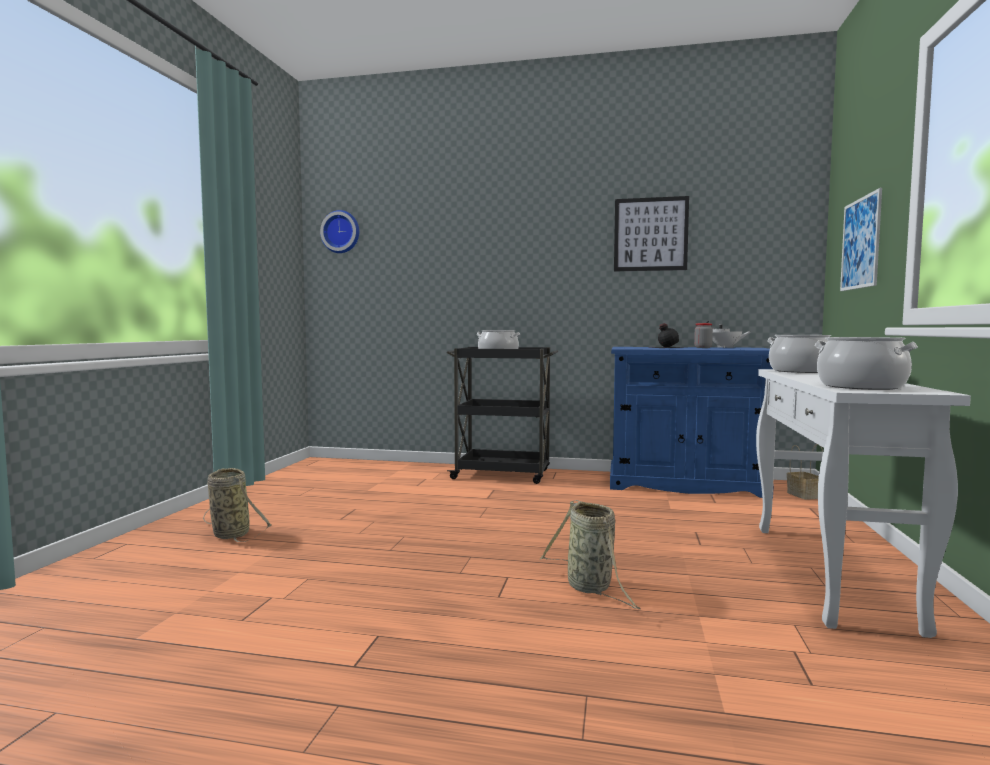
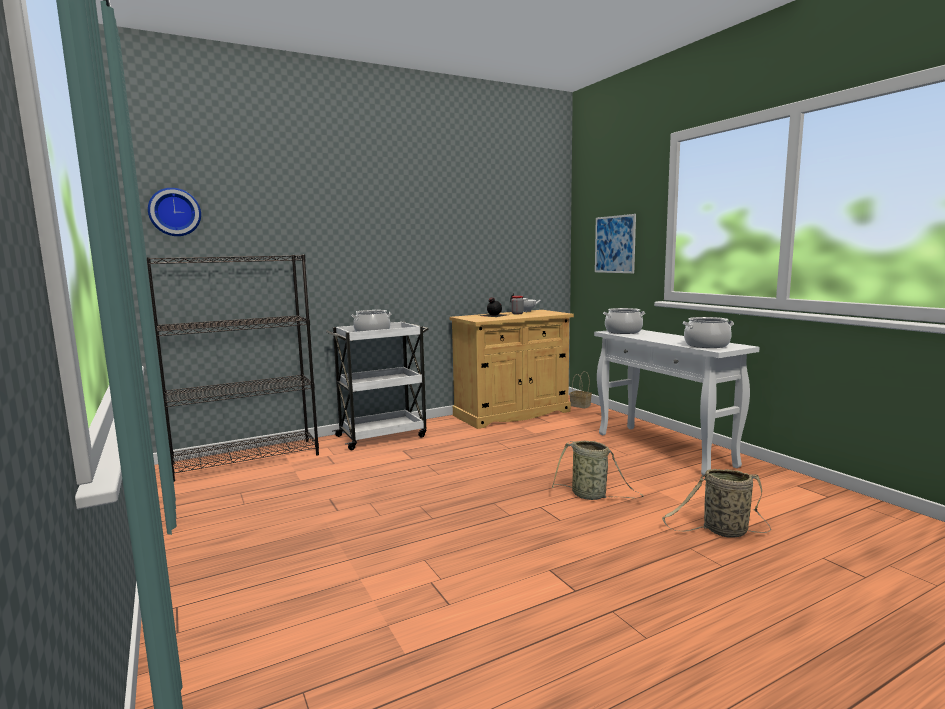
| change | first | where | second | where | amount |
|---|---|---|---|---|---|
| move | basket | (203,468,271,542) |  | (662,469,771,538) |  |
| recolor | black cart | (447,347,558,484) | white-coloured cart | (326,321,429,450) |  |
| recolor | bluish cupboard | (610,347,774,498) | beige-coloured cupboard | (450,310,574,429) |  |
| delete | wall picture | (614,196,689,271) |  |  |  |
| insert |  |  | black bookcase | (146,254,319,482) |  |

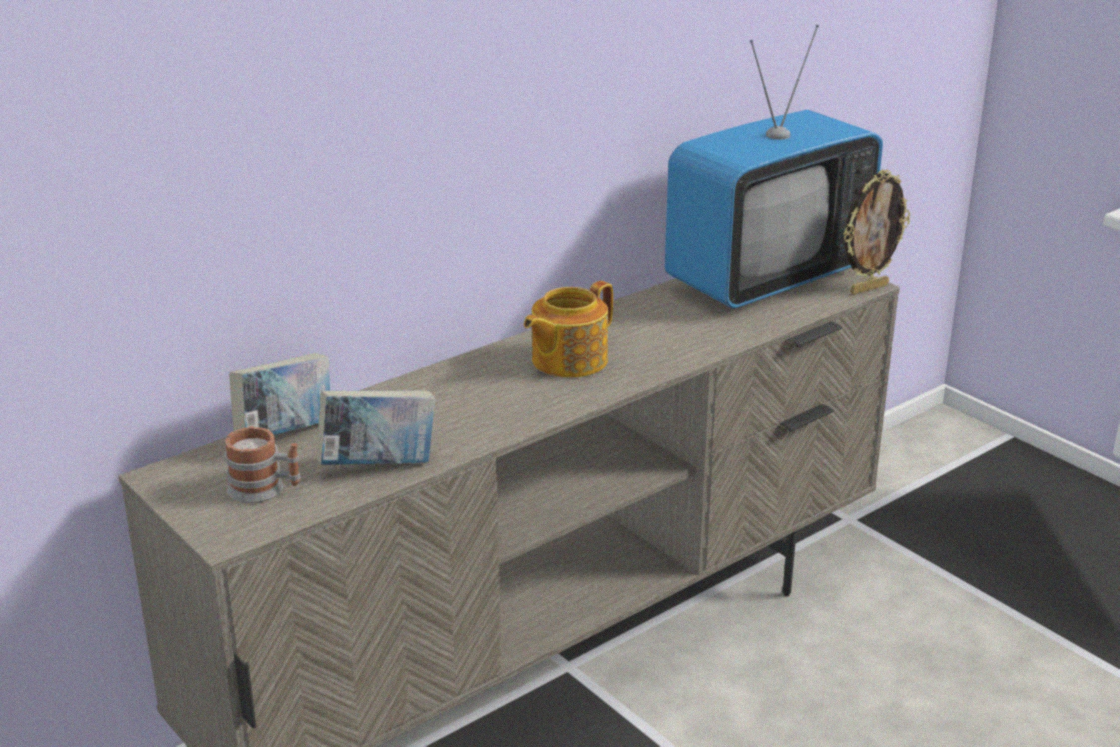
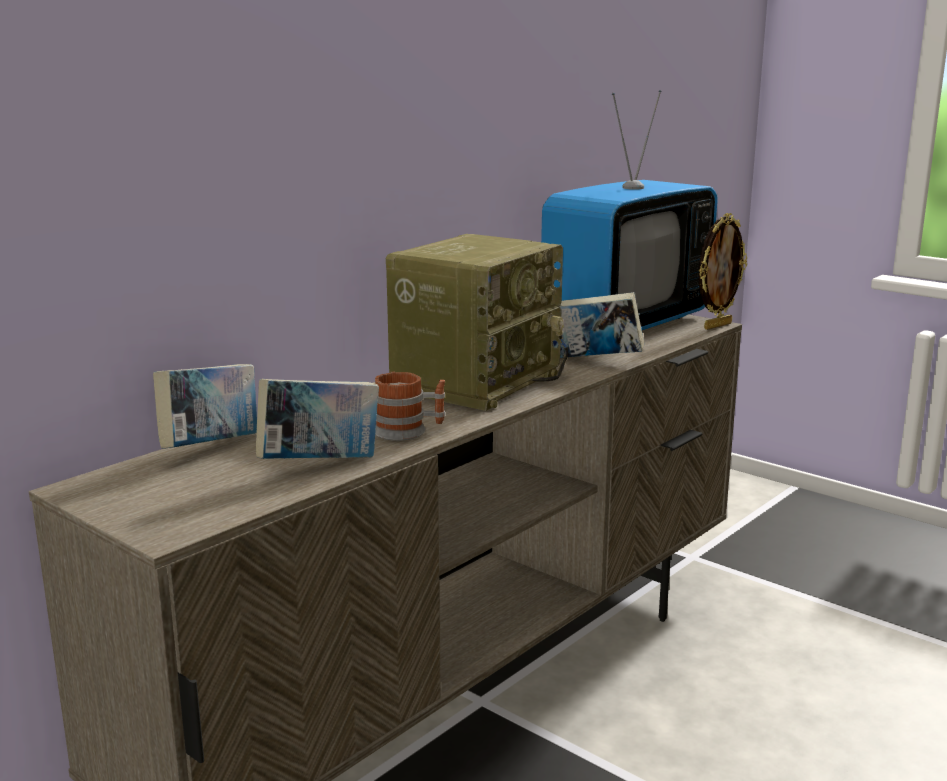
| change | first | where | second | where | amount |
|---|---|---|---|---|---|
| move | mug | (225,426,301,503) |  | (375,371,445,441) |  |
| replace | tea pot | (524,281,613,378) | radio | (386,234,568,411) |  |
| insert |  |  | book | (553,292,644,358) |  |

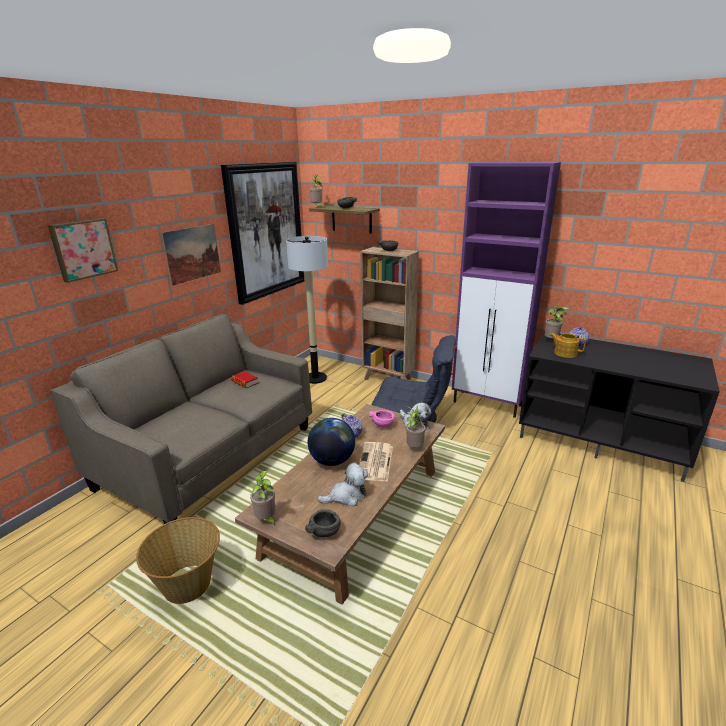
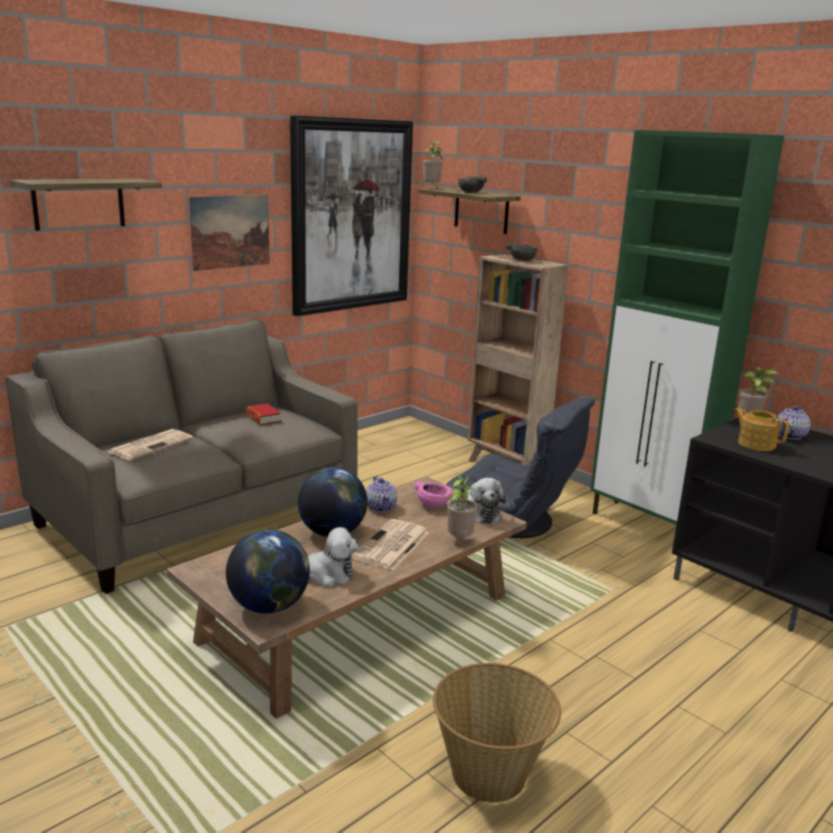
| change | first | where | second | where | amount |
|---|---|---|---|---|---|
| replace | wall picture | (48,218,118,283) | bracket shelf | (10,178,162,231) |  |
| move | basket | (136,517,220,604) |  | (433,663,561,803) |  |
| delete | houseplant | (250,471,275,525) |  |  |  |
| delete | standard lamp | (286,236,328,384) |  |  |  |
| replace | greyish serving bowl | (305,509,341,537) | desk globe | (226,529,310,614) |  |
| recolor | purple cupboard | (452,162,561,418) | green cupboard | (590,130,784,525) |  |
| insert |  |  | daily paper | (107,429,193,461) |  |

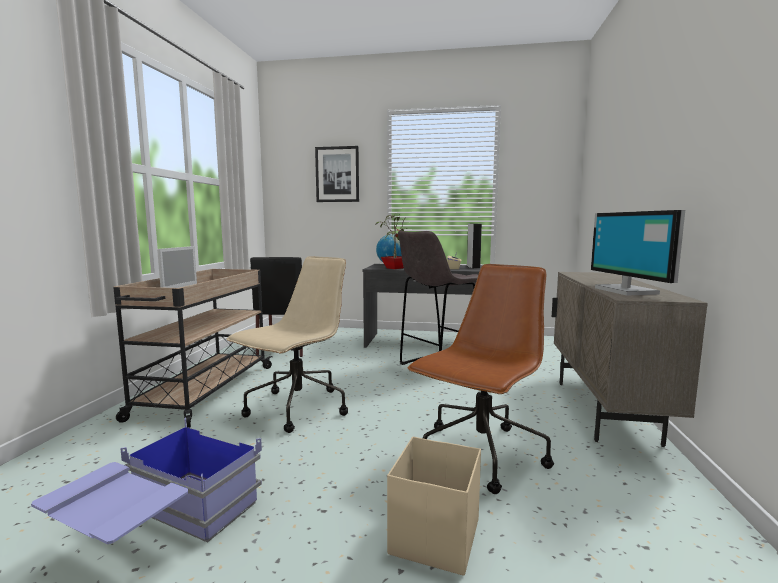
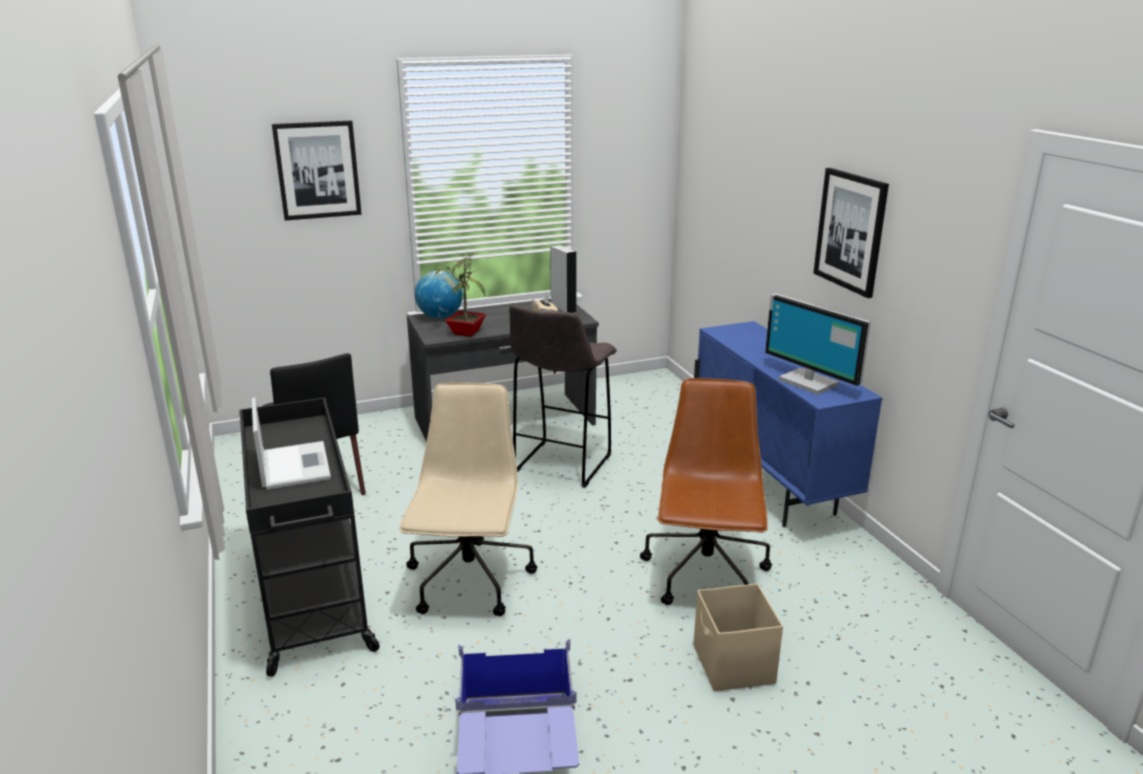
| change | first | where | second | where | amount |
|---|---|---|---|---|---|
| recolor | beige-coloured cart | (113,269,273,428) | black cart | (239,397,380,677) |  |
| recolor | beige-coloured cupboard | (552,272,708,447) | bluish cupboard | (694,321,882,527) |  |
| insert |  |  | wall picture | (814,168,889,298) |  |

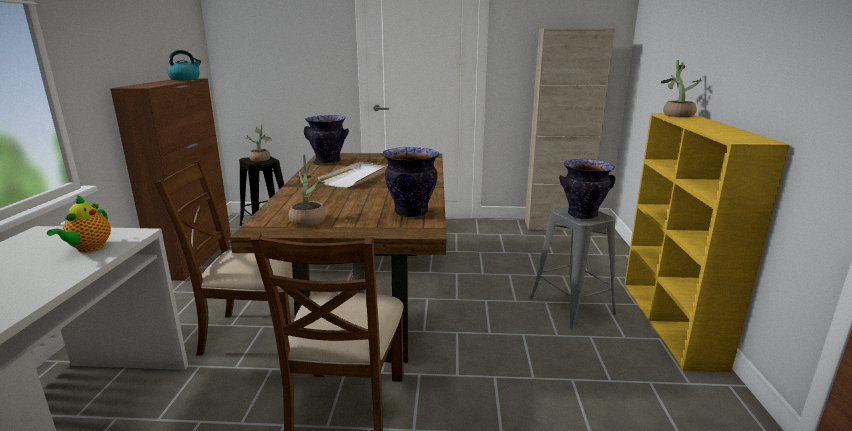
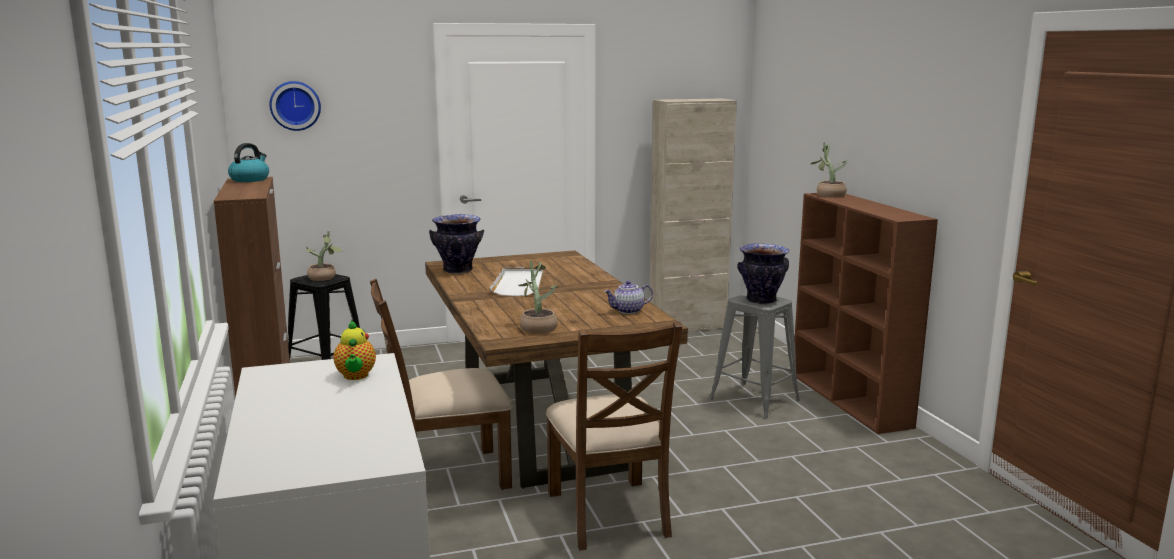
| change | first | where | second | where | amount |
|---|---|---|---|---|---|
| replace | decorative vase | (382,147,439,217) | tea pot | (604,281,653,314) |  |
| recolor | yellow bookcase | (624,113,789,373) | brownish bookcase | (794,193,938,434) |  |
| insert |  |  | clock on the wall | (269,81,321,131) |  |

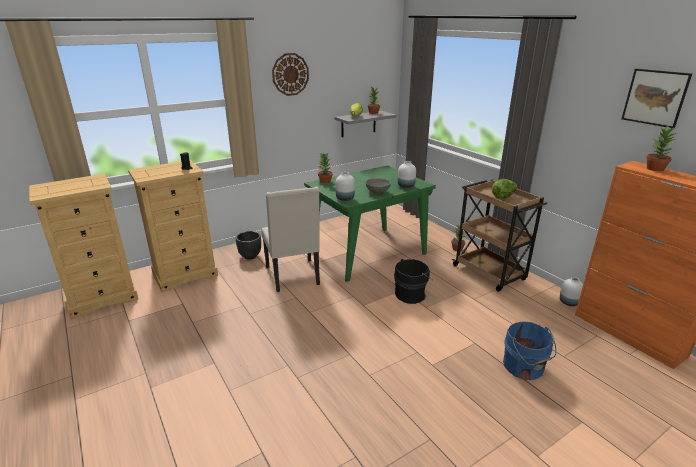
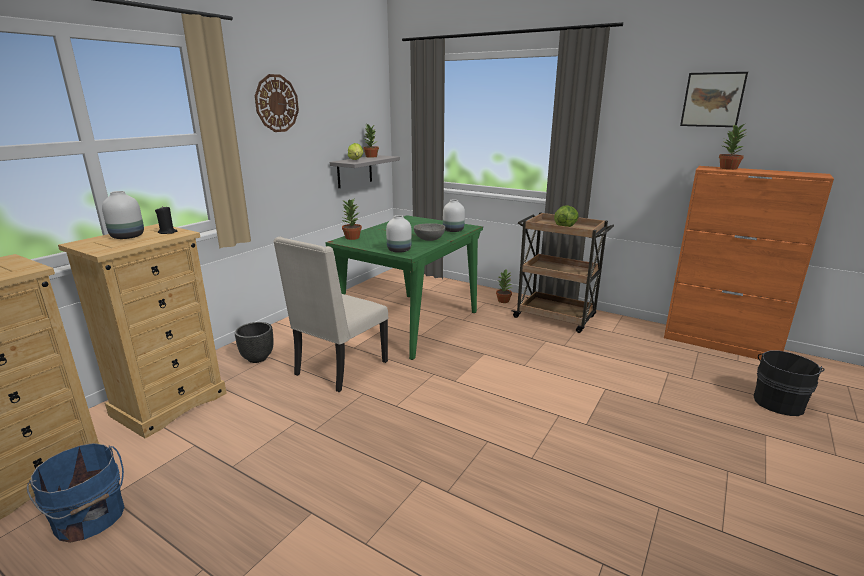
| change | first | where | second | where | amount |
|---|---|---|---|---|---|
| rotate | beige-coloured chair | (261,187,320,292) |  | (273,237,388,392) | 75 degrees clockwise |
| move | black water bucket | (394,259,433,304) |  | (754,350,825,416) |  |
| move | bluish water bucket | (503,321,556,380) |  | (27,443,124,543) |  |
| move | white-coloured decorative vase | (560,277,583,306) |  | (102,191,144,239) |  |

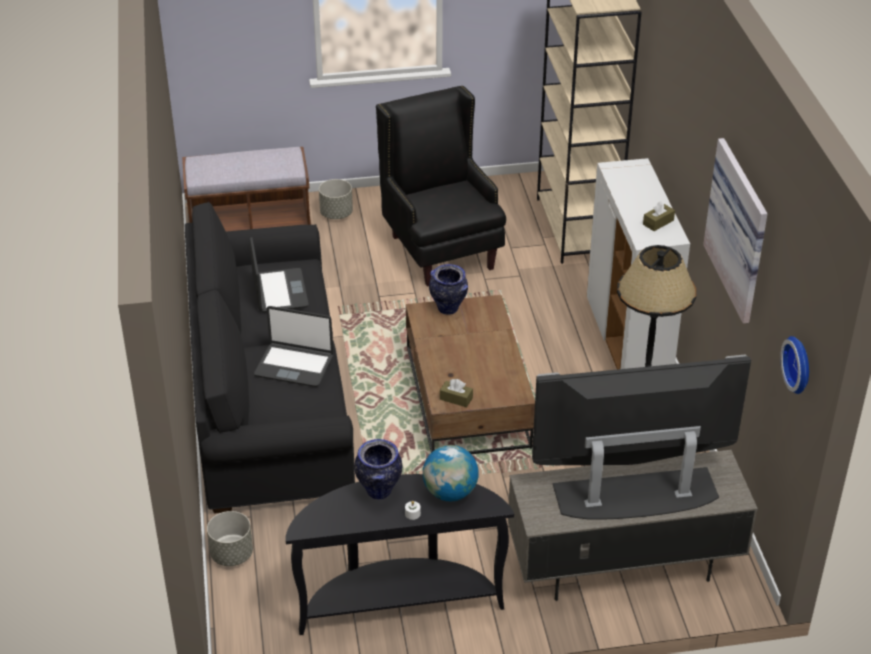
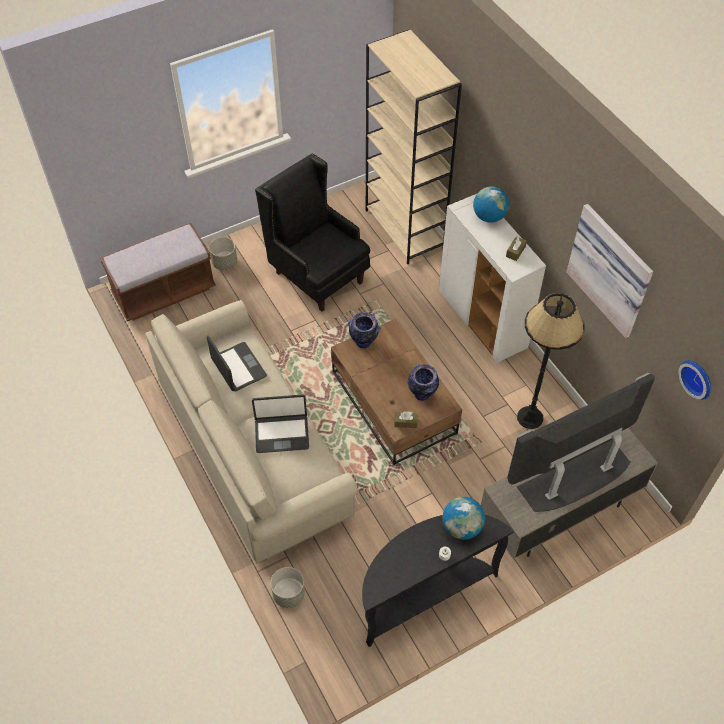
| change | first | where | second | where | amount |
|---|---|---|---|---|---|
| recolor | black sofa | (185,202,355,514) | beige-coloured sofa | (145,300,358,563) |  |
| move | decorative vase | (354,439,402,499) |  | (408,364,439,401) |  |
| insert |  |  | desk globe | (473,187,509,223) |  |

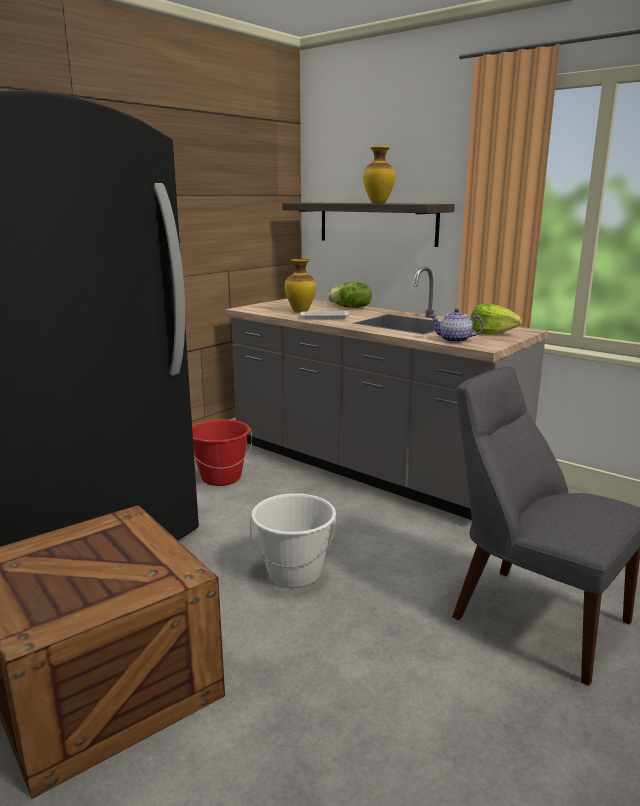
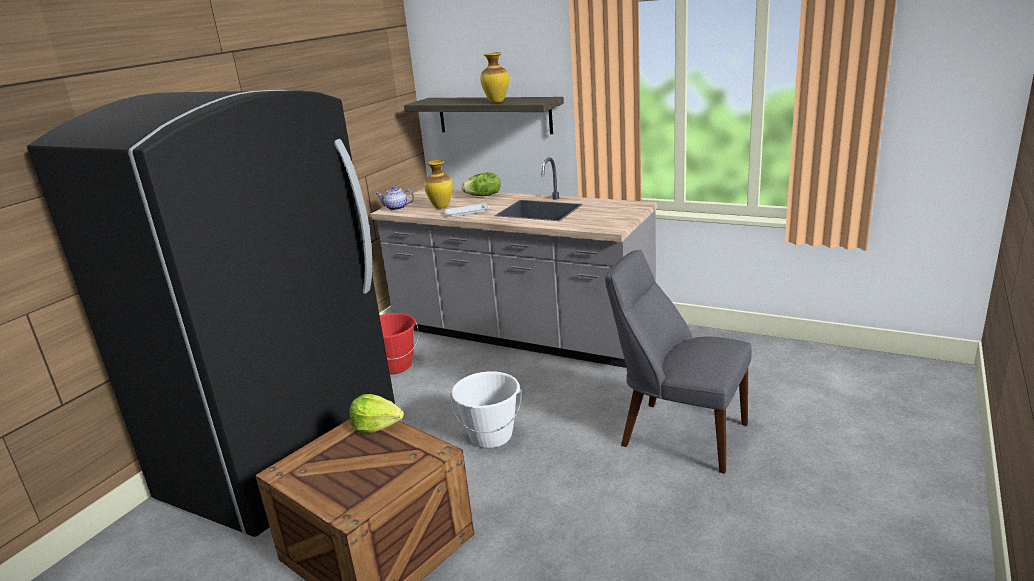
| change | first | where | second | where | amount |
|---|---|---|---|---|---|
| move | tea pot | (430,309,484,343) |  | (376,186,414,211) |  |
| move | head of lettuce | (471,304,522,335) |  | (349,394,404,433) |  |

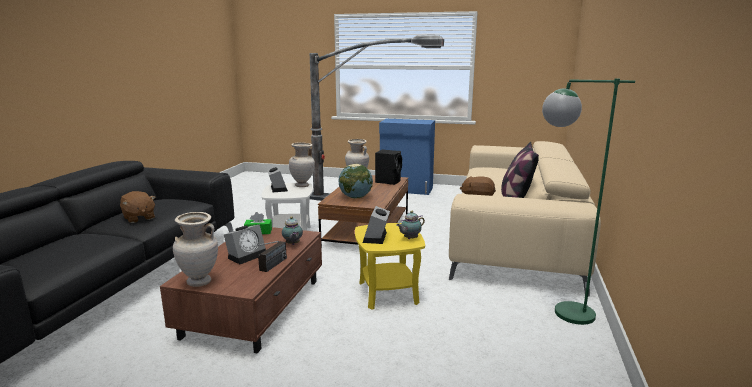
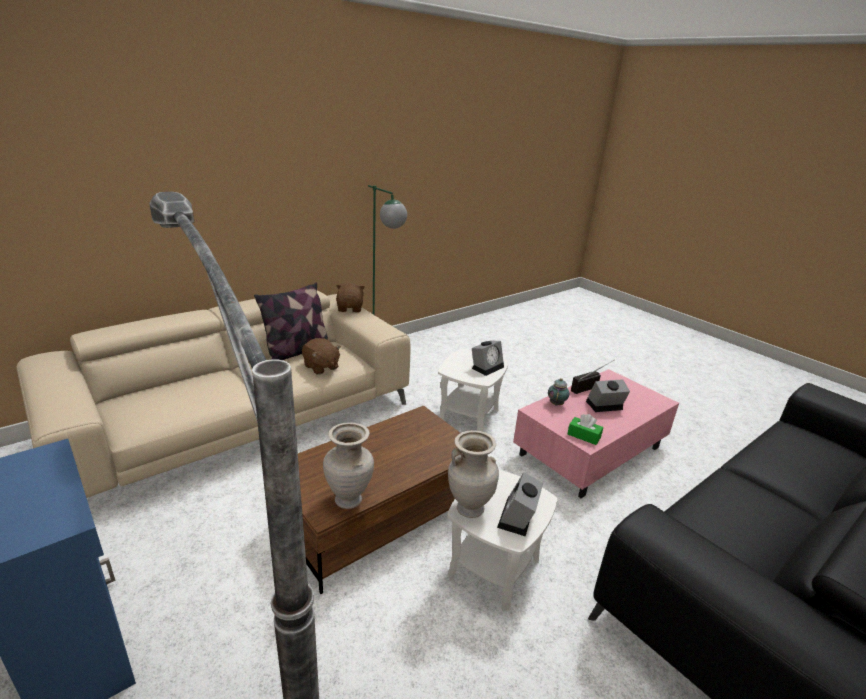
| change | first | where | second | where | amount |
|---|---|---|---|---|---|
| move | brownish soft toy | (120,191,155,223) |  | (336,283,365,312) |  |
| recolor | brownish lounge table | (160,227,322,354) | pink-coloured lounge table | (513,369,679,498) |  |
| delete | beige-coloured decorative vase | (173,212,218,287) |  |  |  |
| delete | desk globe | (339,164,373,199) |  |  |  |
| recolor | yellow accent table | (355,223,425,310) | white-coloured accent table | (438,349,509,432) |  |
| delete | black loudspeaker | (375,150,402,185) |  |  |  |
| delete | tea pot | (396,211,425,239) |  |  |  |

